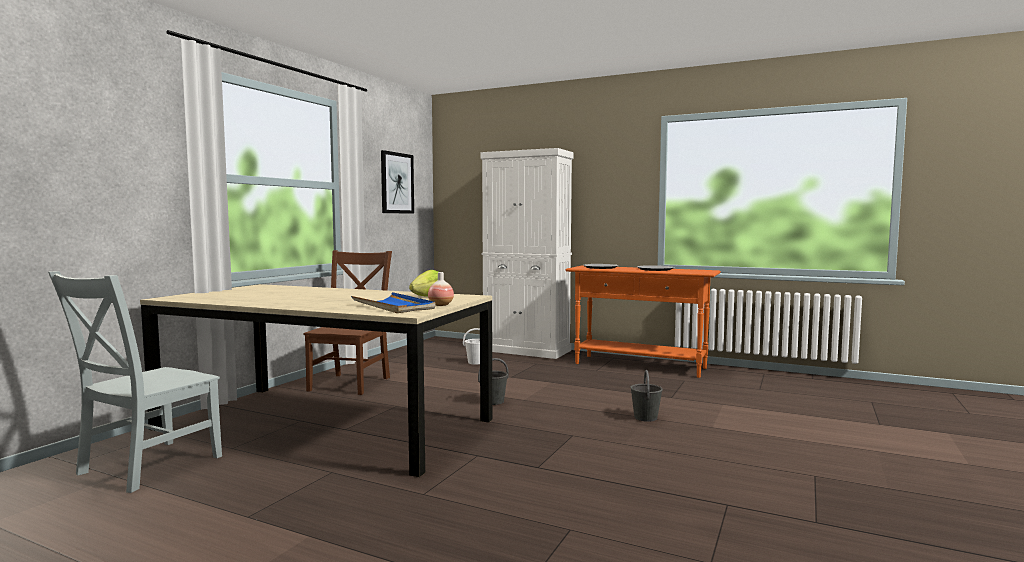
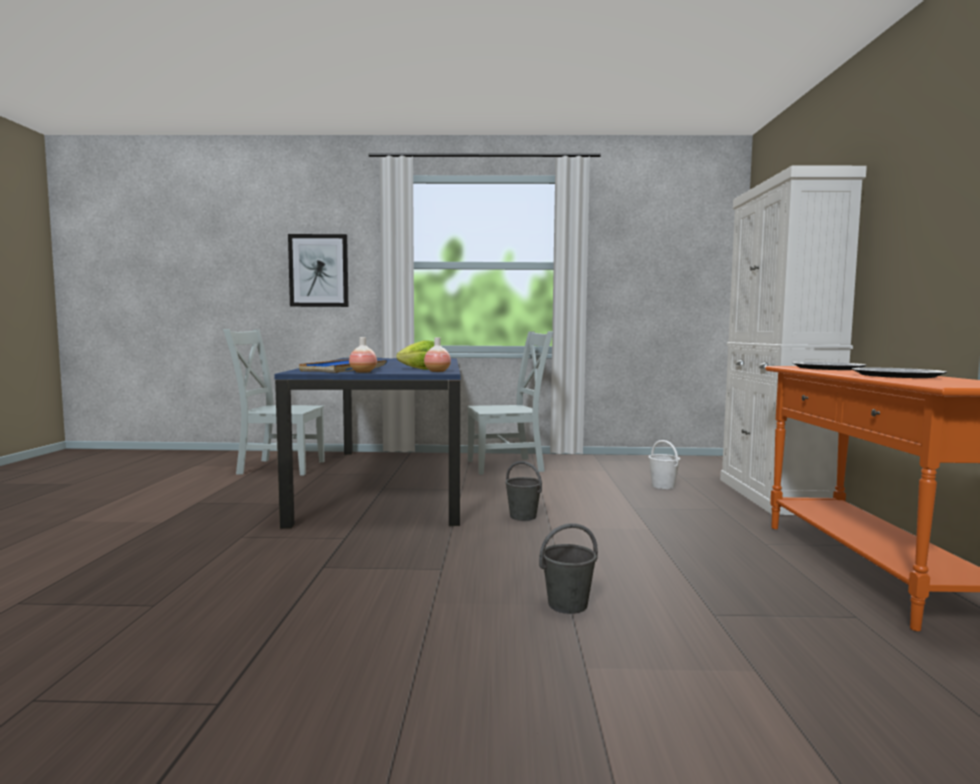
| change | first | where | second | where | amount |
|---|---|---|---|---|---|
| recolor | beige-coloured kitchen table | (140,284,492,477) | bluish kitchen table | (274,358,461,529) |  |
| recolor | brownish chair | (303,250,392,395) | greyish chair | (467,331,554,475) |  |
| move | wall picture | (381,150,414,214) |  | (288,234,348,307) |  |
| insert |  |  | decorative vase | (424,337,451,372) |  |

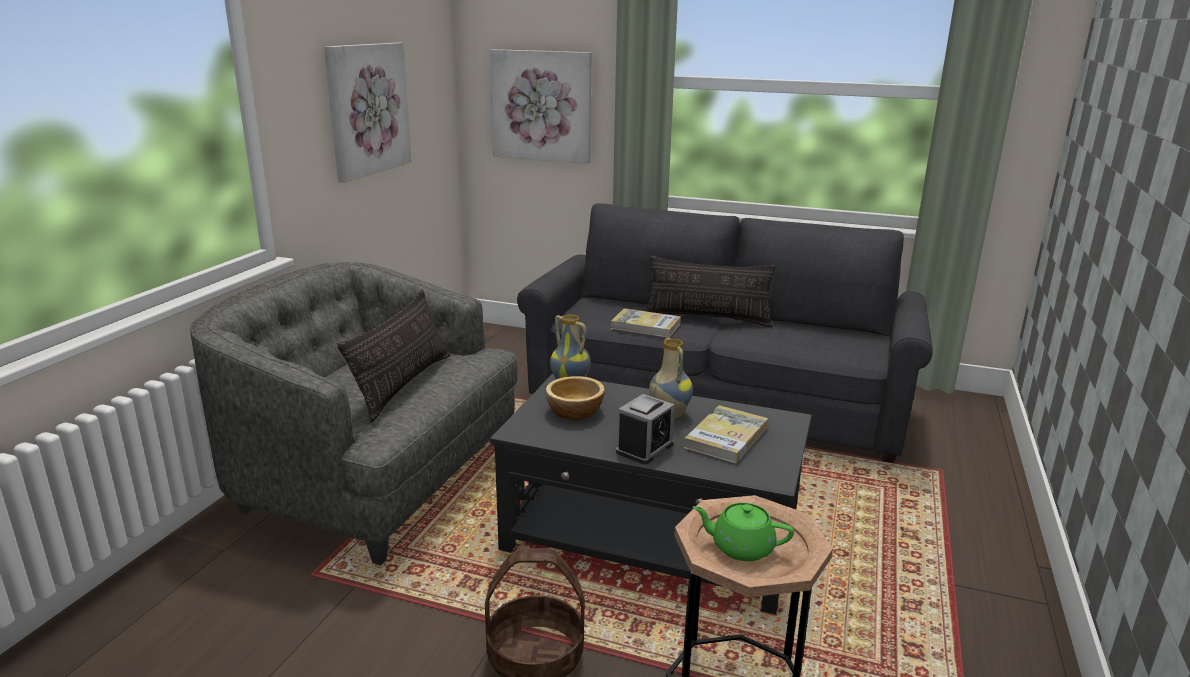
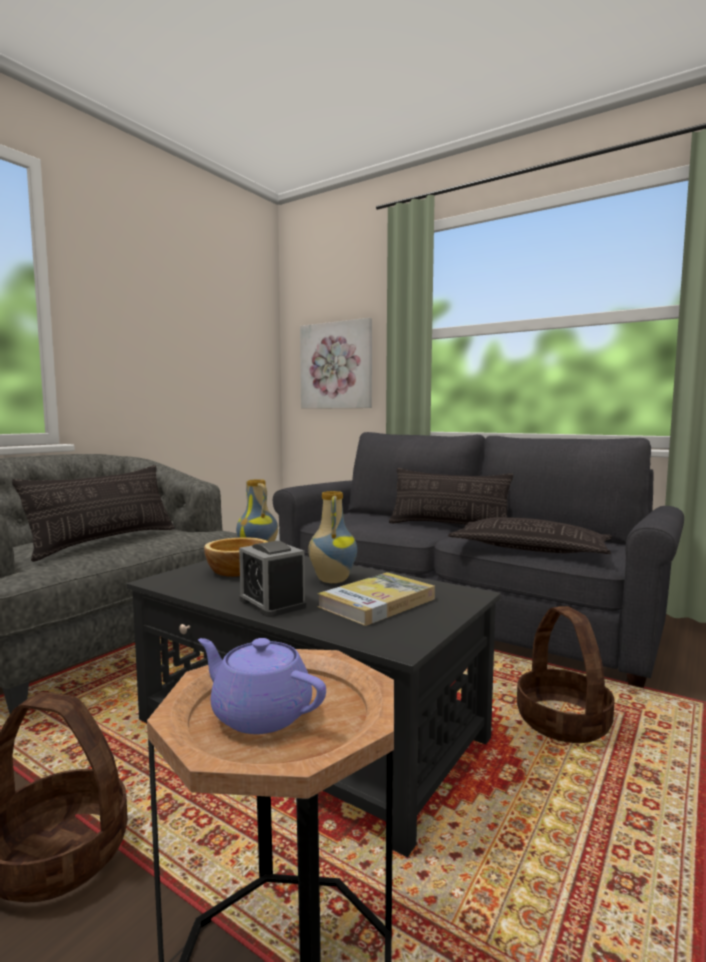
| change | first | where | second | where | amount |
|---|---|---|---|---|---|
| delete | wall picture | (324,43,412,183) |  |  |  |
| delete | book | (611,308,681,338) |  |  |  |
| rotate | bedside clock | (616,394,675,465) |  | (239,541,307,617) | 90 degrees clockwise |
| recolor | green tea pot | (693,503,794,561) | purple tea pot | (198,638,326,734) |  |
| insert |  |  | cushion | (448,517,612,554) |  |
| insert |  |  | basket | (517,606,614,743) |  |

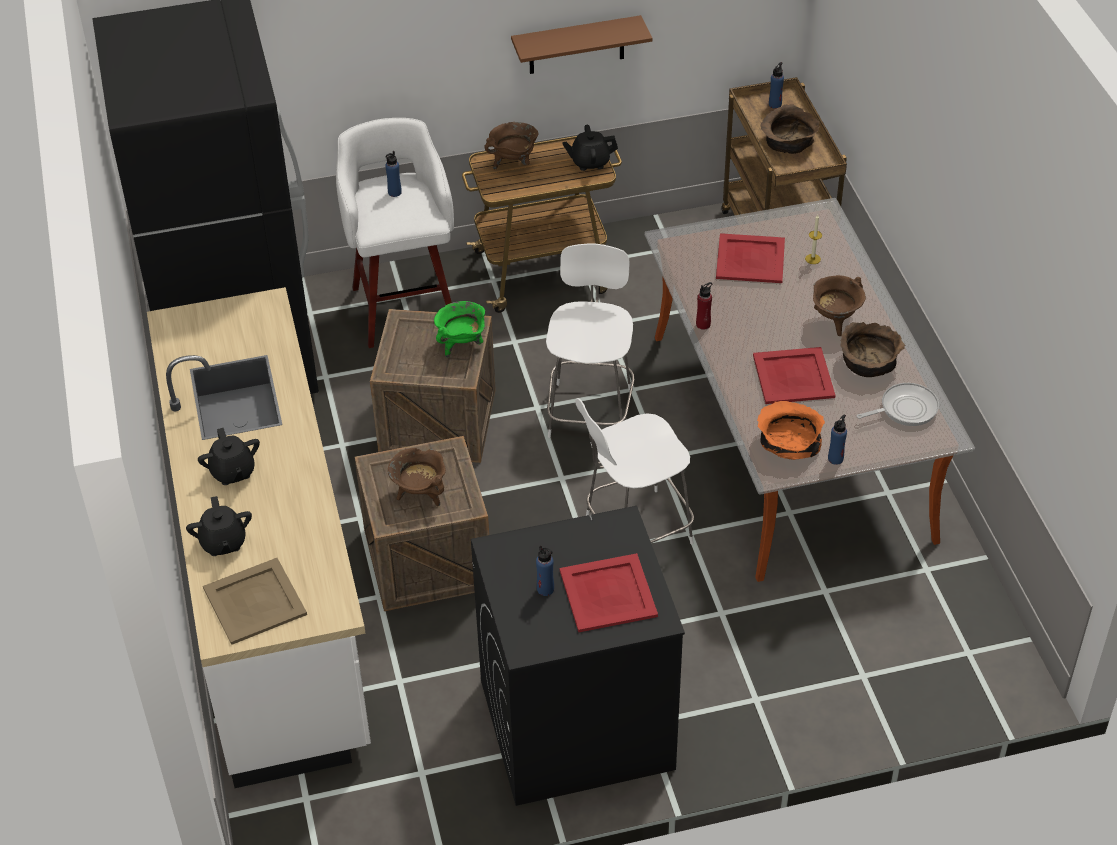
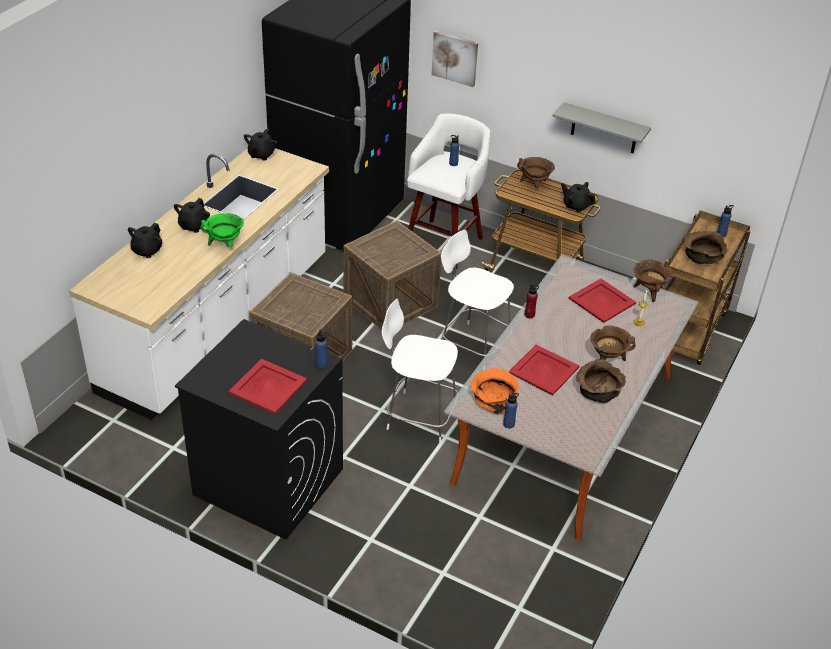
| change | first | where | second | where | amount |
|---|---|---|---|---|---|
| delete | beige-coloured carrying tray | (203,558,307,645) |  |  |  |
| move | brownish saucepot | (388,448,446,507) |  | (634,259,673,302) |  |
| move | green saucepot | (434,301,485,358) |  | (200,213,244,247) |  |
| recolor | brownish bracket shelf | (511,15,653,74) | greyish bracket shelf | (552,102,651,153) |  |
| move | bluish bottle | (536,545,554,596) |  | (315,329,327,368) |  |
| rotate | white-coloured chair | (546,244,634,438) |  | (441,230,514,357) | 105 degrees counterclockwise |
| delete | pan | (857,383,939,426) |  |  |  |
| insert |  |  | black tea pot | (244,129,278,160) |  |
| insert |  |  | wall picture | (432,31,478,87) |  |

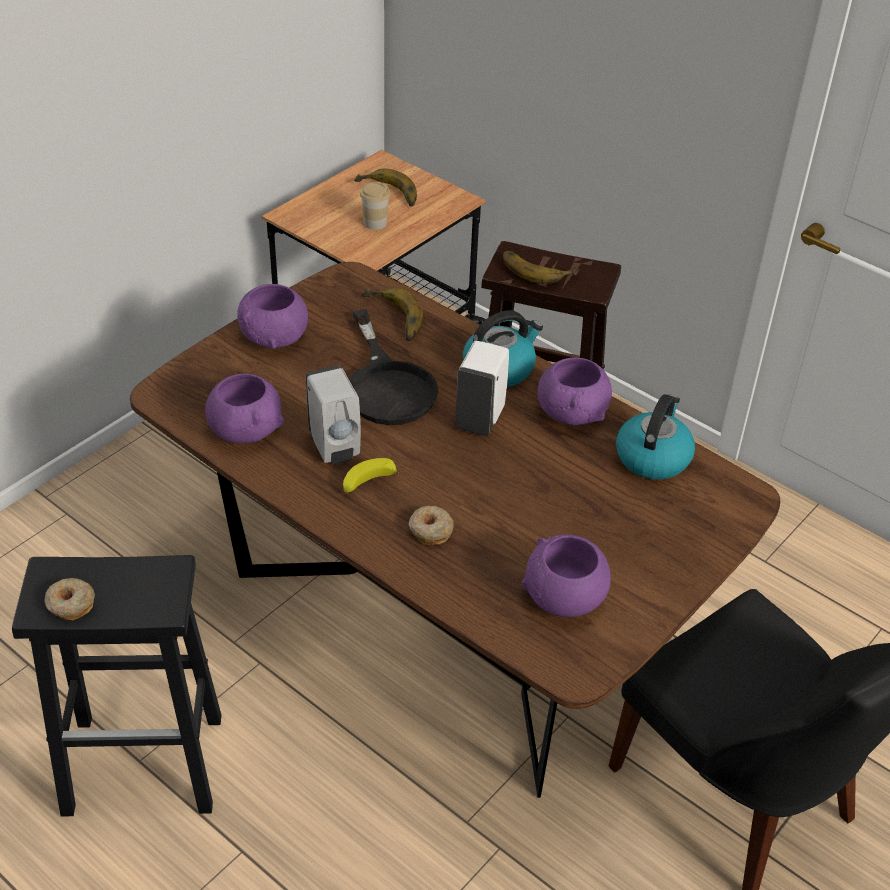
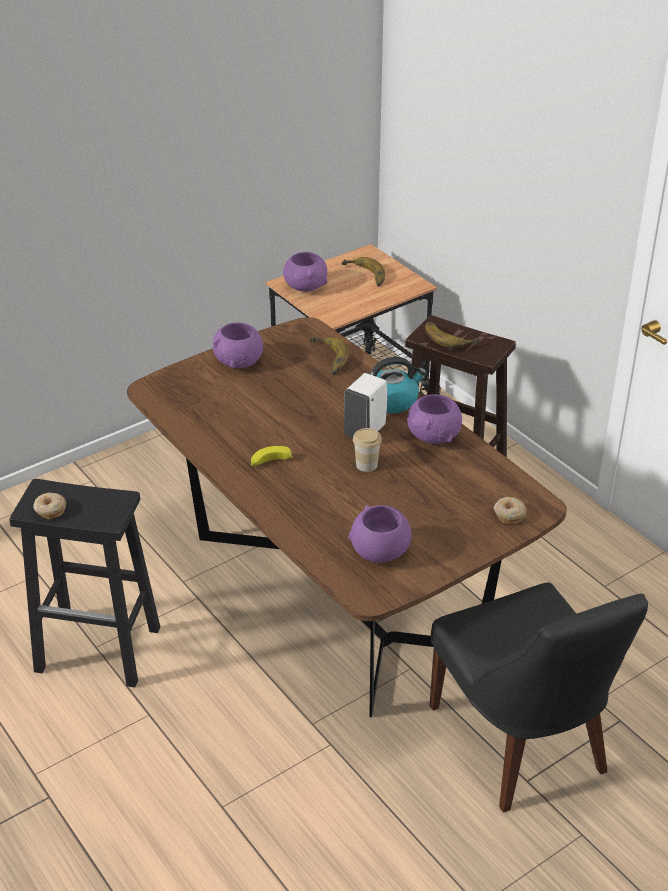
| change | first | where | second | where | amount |
|---|---|---|---|---|---|
| move | purple serving bowl | (205,373,284,444) |  | (283,252,327,292) |  |
| delete | white-coloured liquid soap bottle | (306,365,361,465) |  |  |  |
| delete | black pan | (349,309,439,425) |  |  |  |
| move | drinking cup | (360,182,390,230) |  | (353,428,382,472) |  |
| move | doughnut | (409,506,454,545) |  | (494,497,527,524) |  |
| delete | water kettle | (616,394,695,480) |  |  |  |

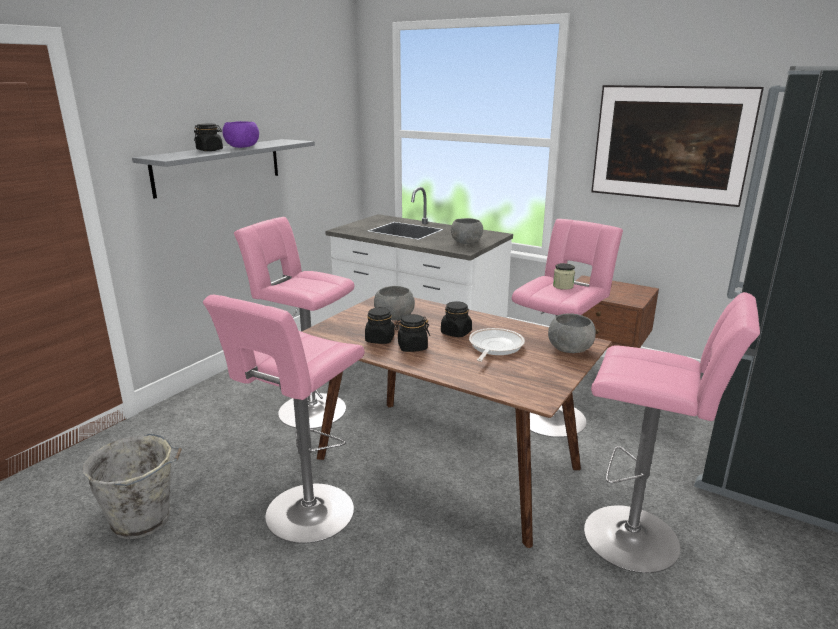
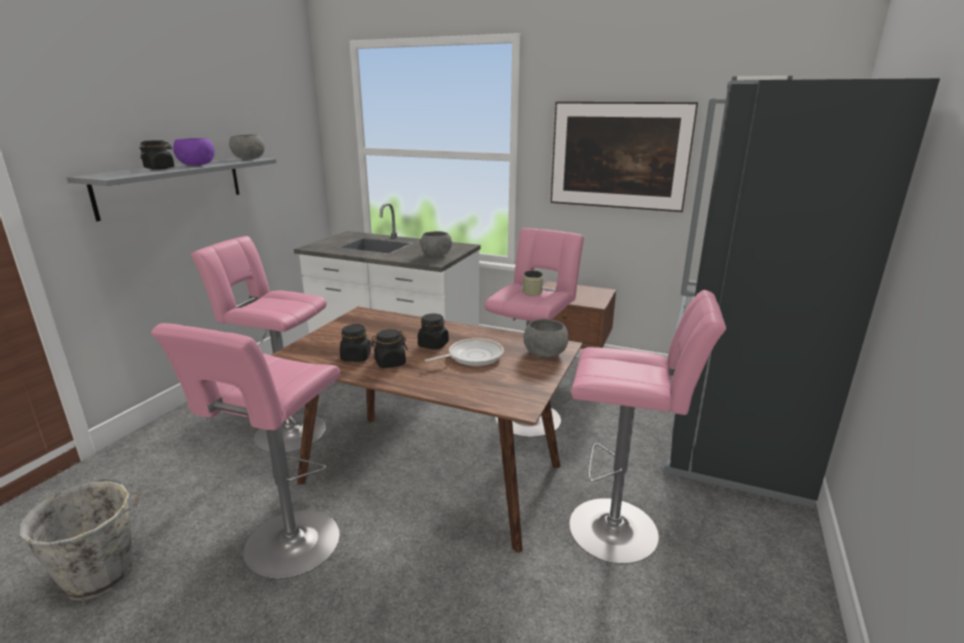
| change | first | where | second | where | amount |
|---|---|---|---|---|---|
| move | greyish serving bowl | (374,286,415,320) |  | (229,134,265,159) |  |
| rotate | pan | (469,328,525,362) |  | (425,338,504,366) | 45 degrees clockwise |

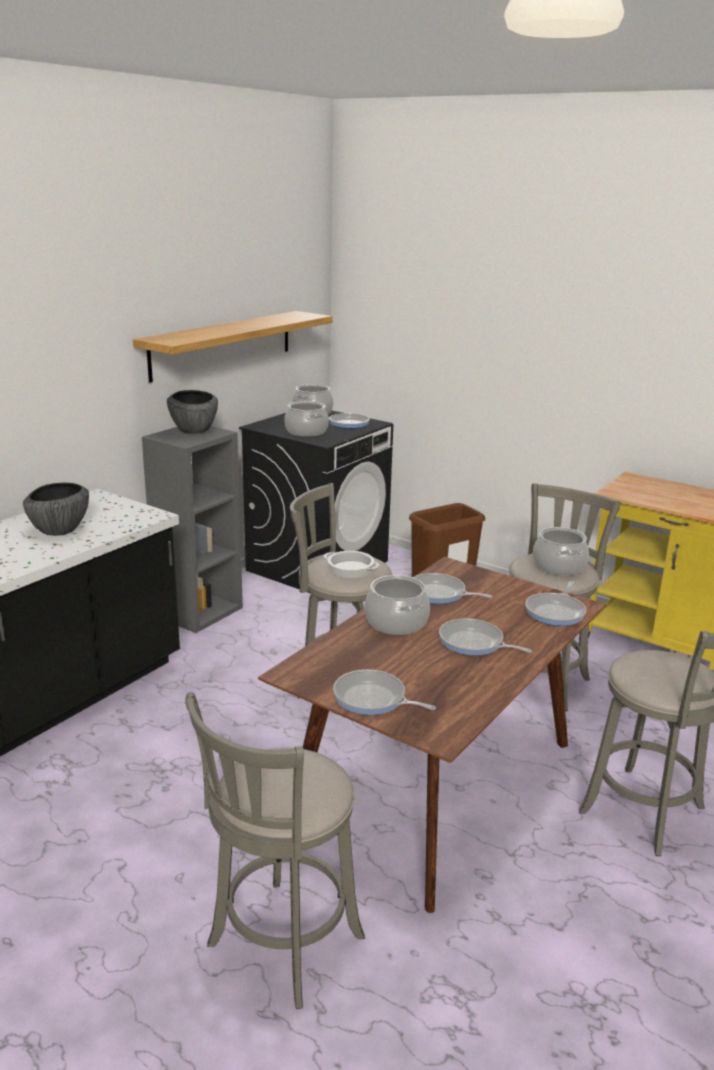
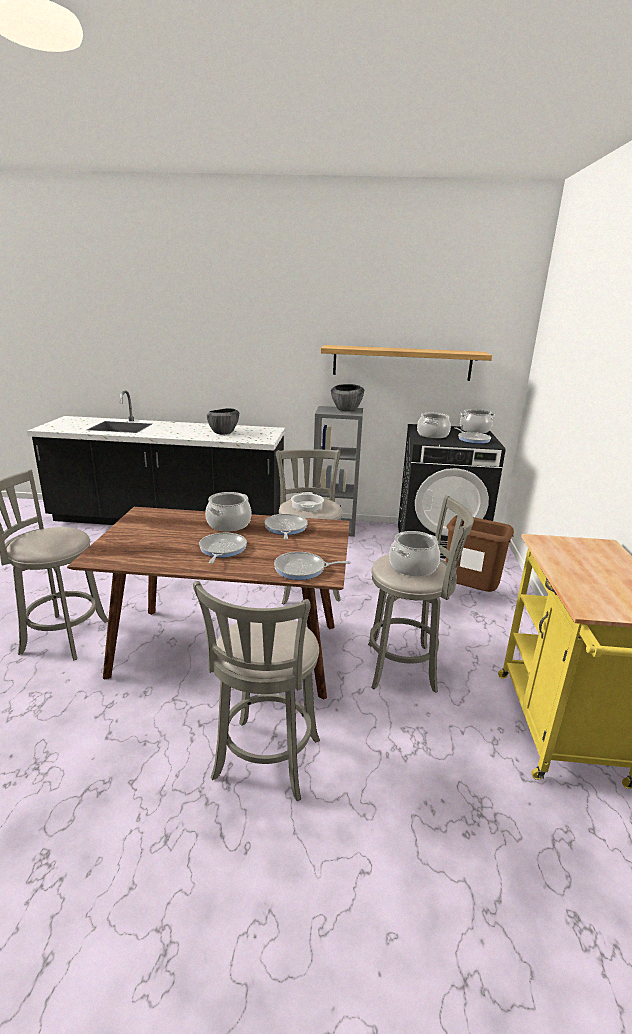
| change | first | where | second | where | amount |
|---|---|---|---|---|---|
| delete | pan | (333,670,436,715) |  |  |  |

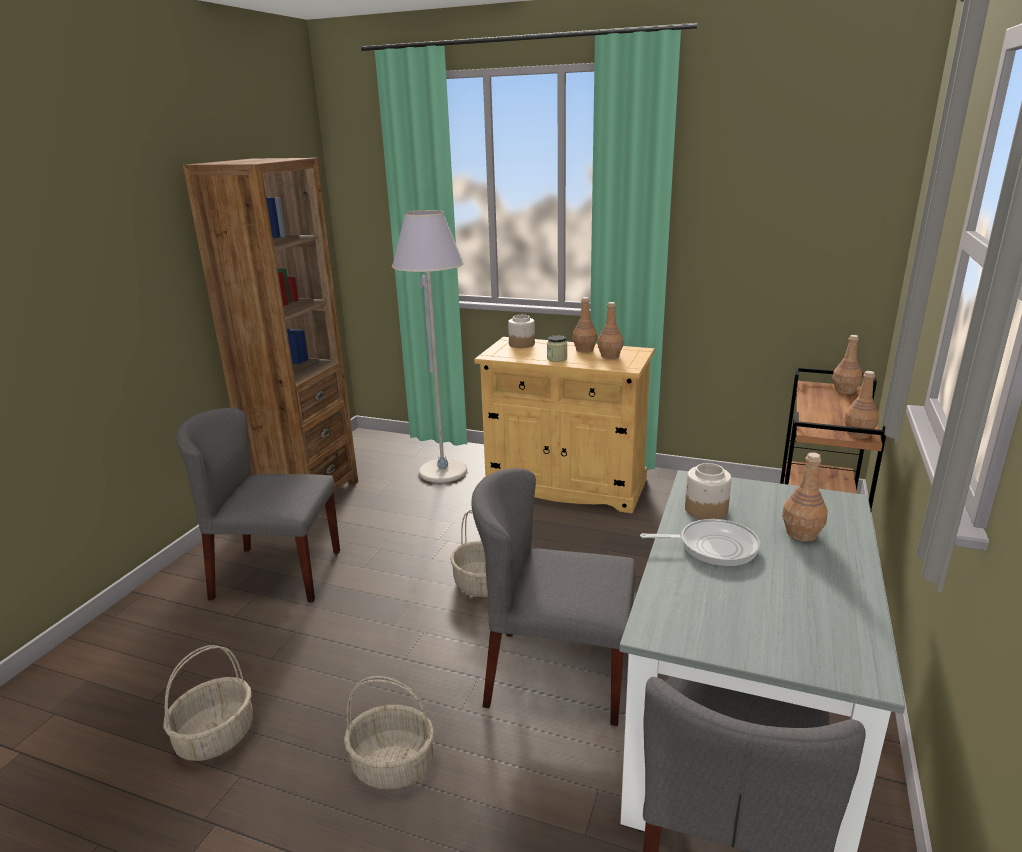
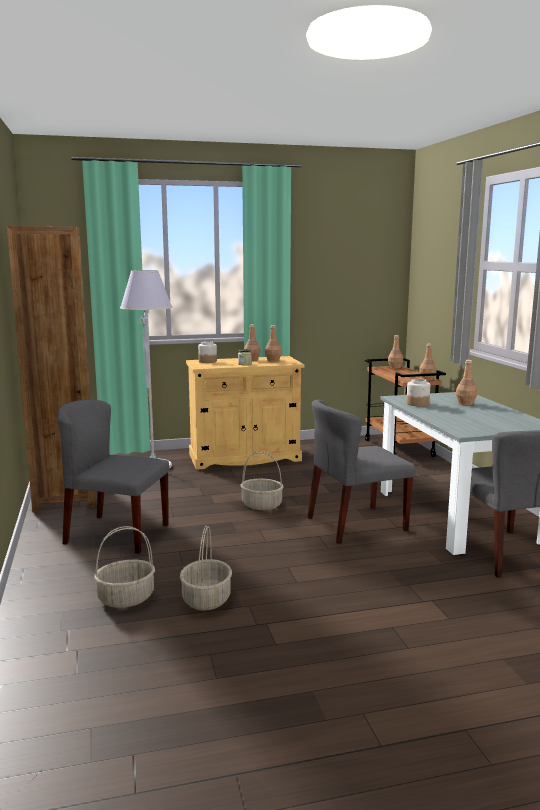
| change | first | where | second | where | amount |
|---|---|---|---|---|---|
| rotate | greyish chair | (176,408,340,602) |  | (57,400,170,554) | 45 degrees clockwise |
| move | basket | (344,676,434,790) |  | (94,526,155,608) |  |
| delete | pan | (640,519,760,566) |  |  |  |

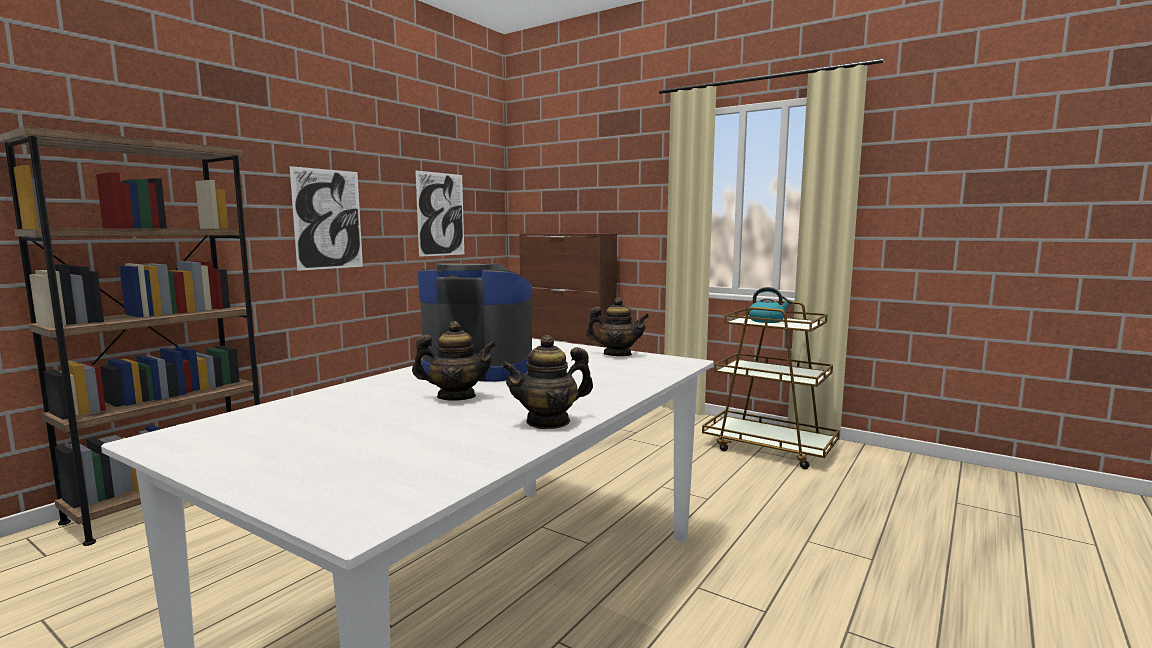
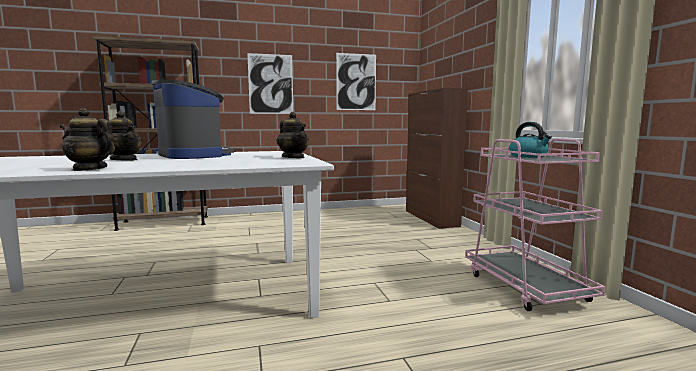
| change | first | where | second | where | amount |
|---|---|---|---|---|---|
| recolor | brownish cart | (702,300,840,469) | pink-coloured cart | (465,138,606,311) |  |

